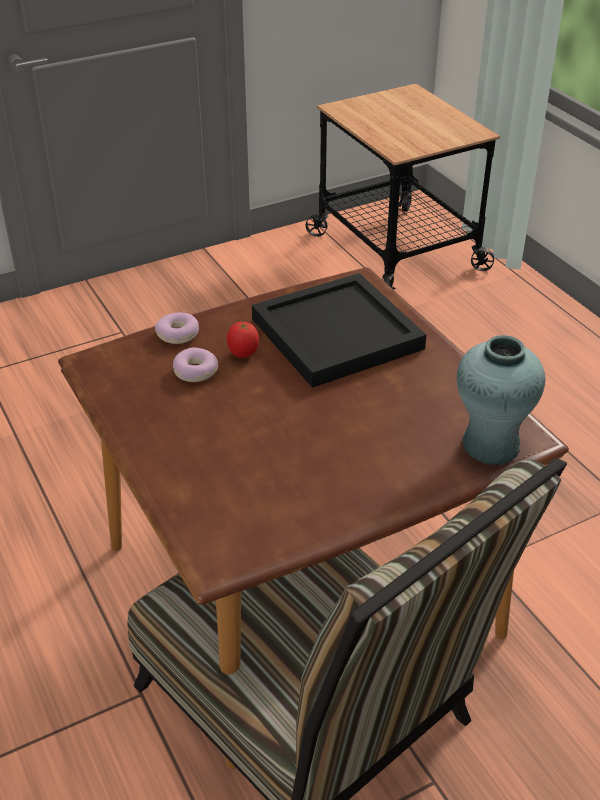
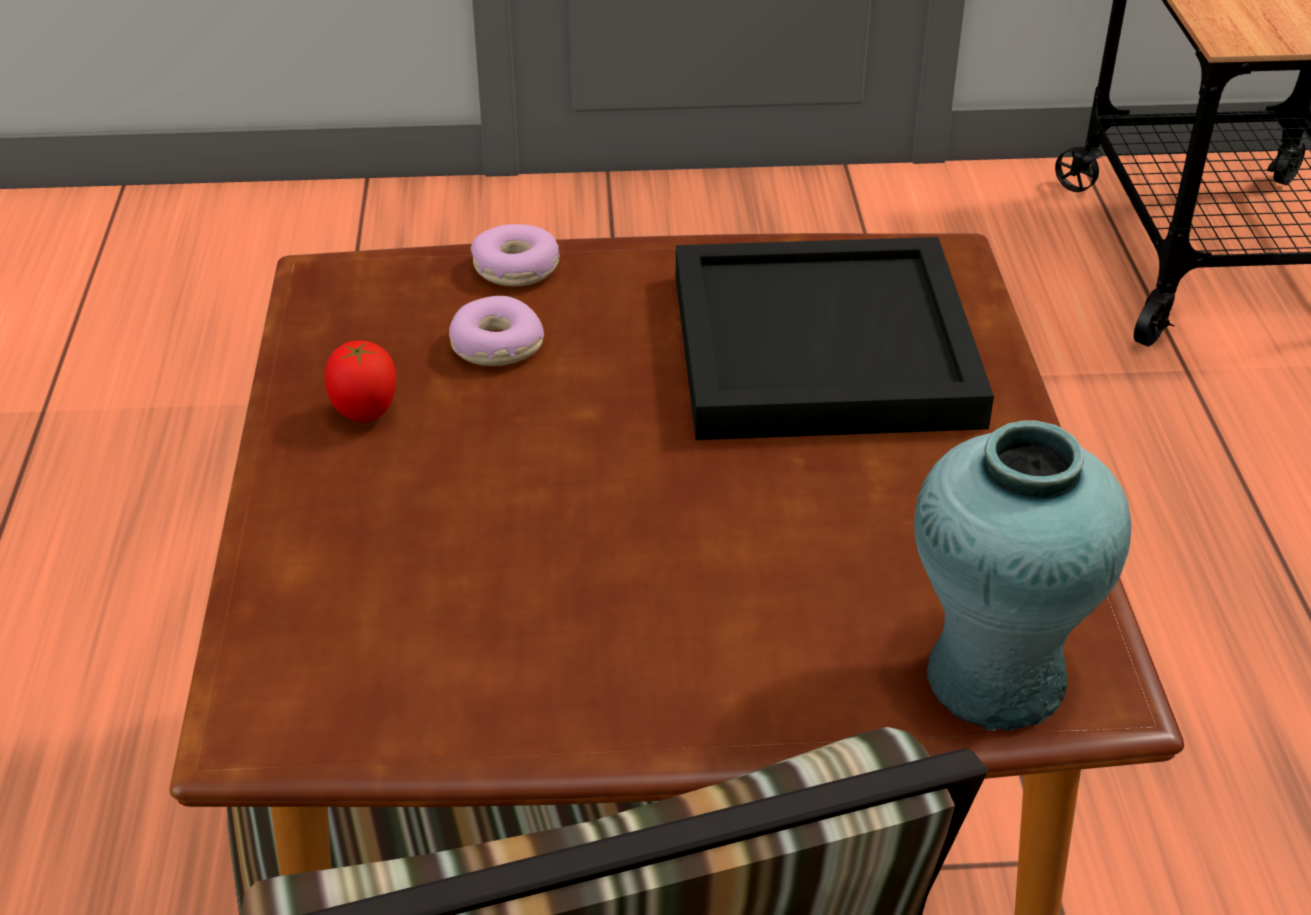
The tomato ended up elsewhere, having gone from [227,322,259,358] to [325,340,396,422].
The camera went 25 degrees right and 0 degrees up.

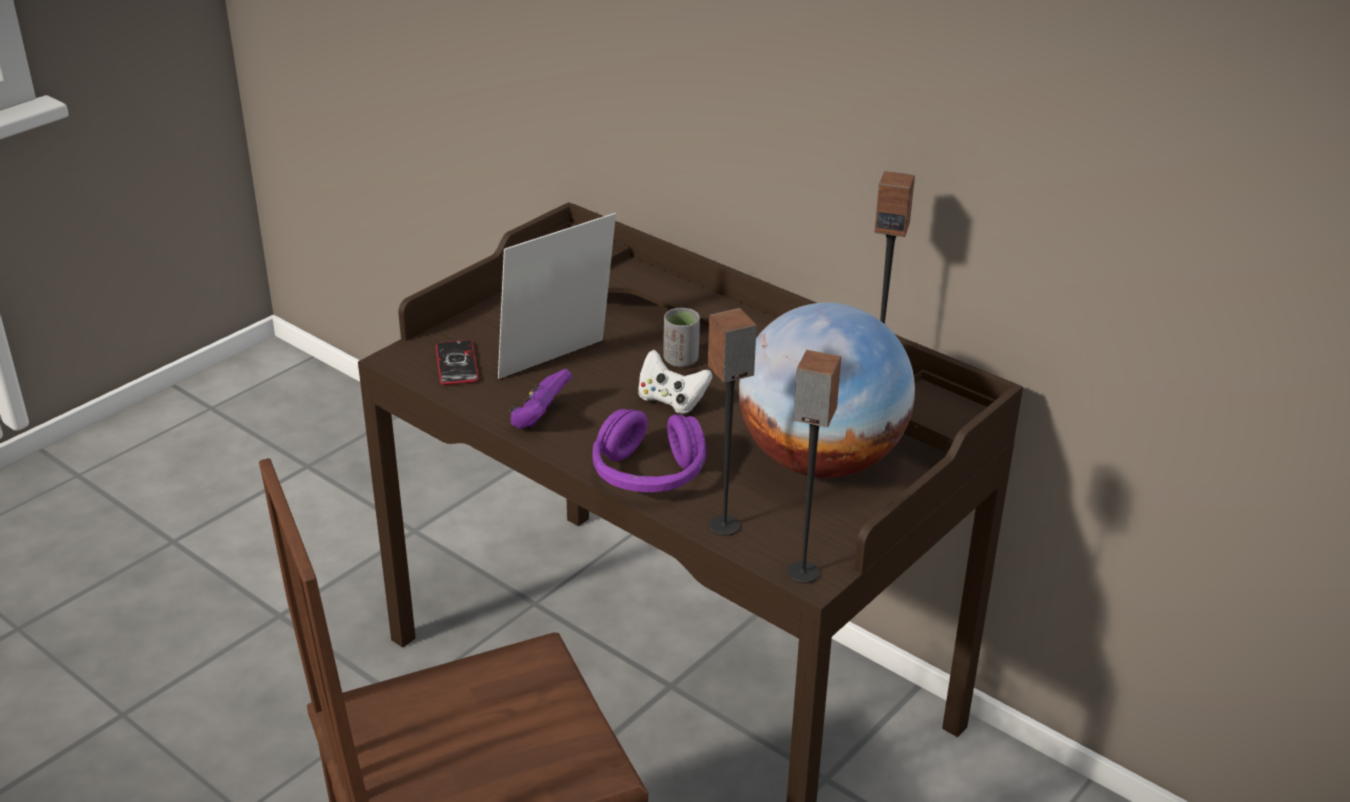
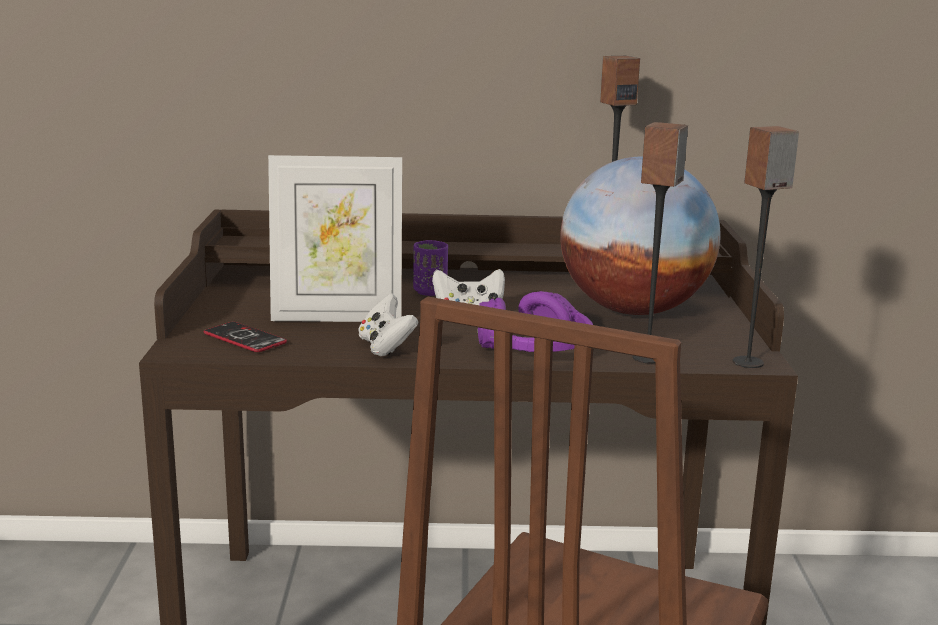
What was the purple game controller at [509,369,572,429] turned into the white game controller at [358,294,419,356].
What was the grey cup at [663,308,700,367] turned into the purple cup at [413,240,448,296].
The picture frame at [498,213,616,379] ended up facing another way, 105 degrees counterclockwise from before.
The camera went 40 degrees left and 15 degrees down.

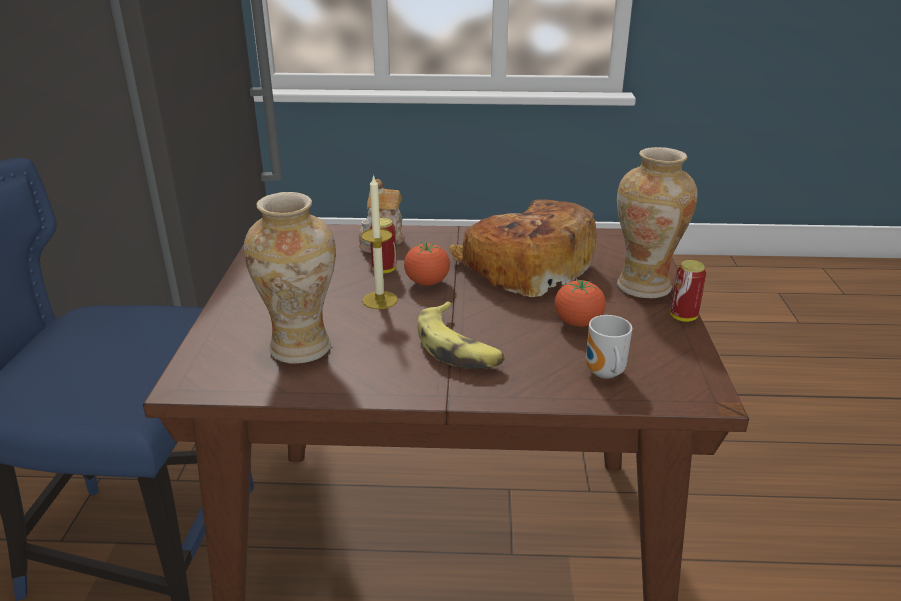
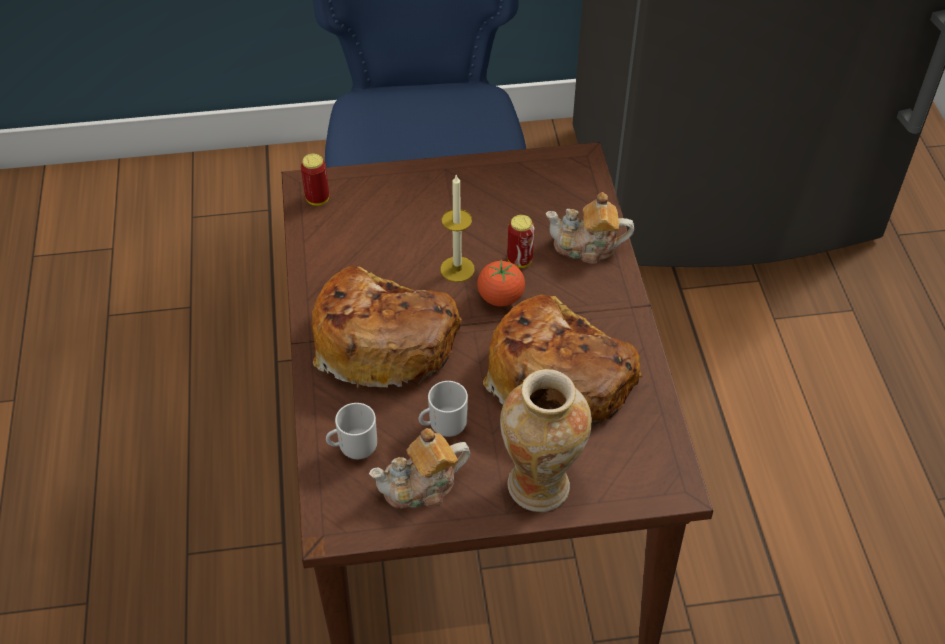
The second view lost the vase at [244,192,336,364].
The second view gained the teapot at [369,428,470,509].
The can ended up elsewhere, having gone from [670,260,706,322] to [301,154,329,206].
Where the banana stood at [417,301,505,369], the bread came to stand at [312,266,462,387].
Where the tomato stood at [555,280,606,327], the mug came to stand at [419,381,468,437].
The camera went 80 degrees right and 20 degrees up.

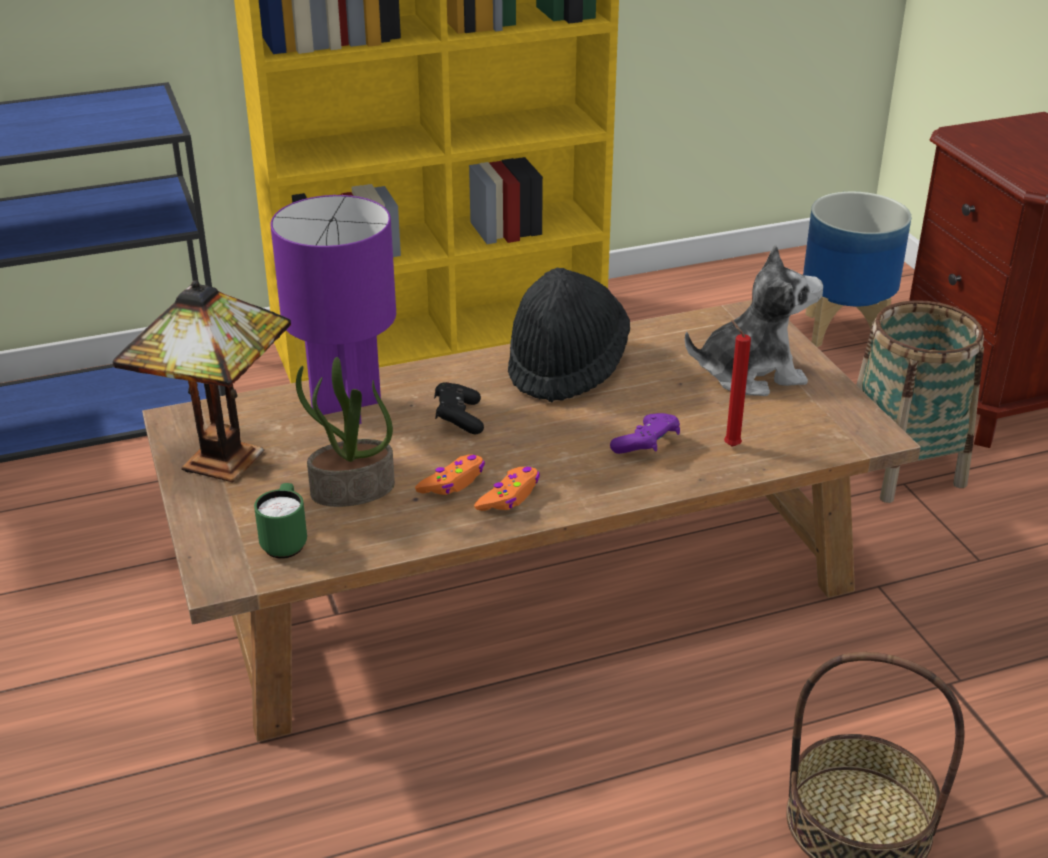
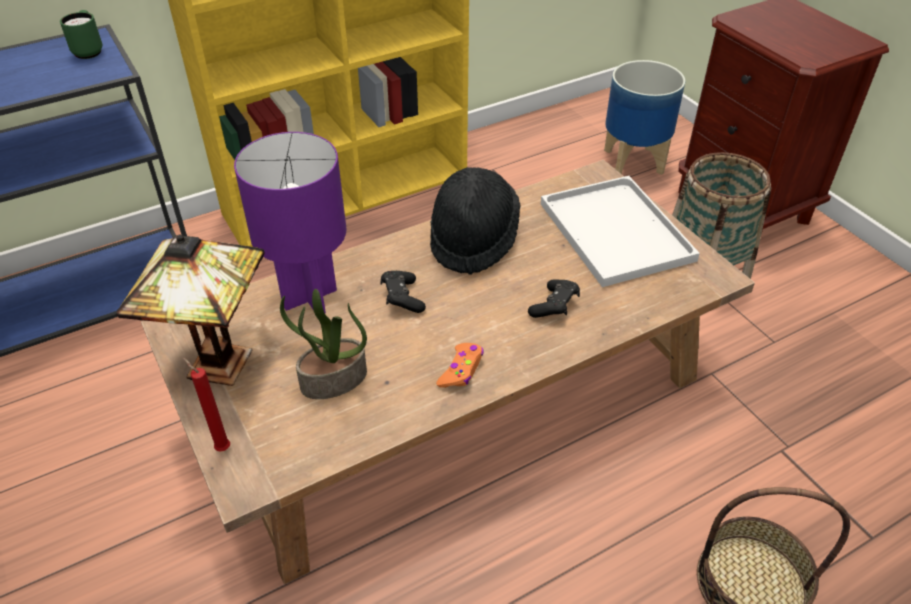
The second view lost the orange game controller at [415,455,485,495].
The green mug ended up elsewhere, having gone from [254,483,307,559] to [60,10,102,59].
The red candle ended up elsewhere, having gone from [724,320,751,447] to [183,358,230,452].
Where the plush toy stood at [685,244,823,396], the white tray came to stand at [541,176,700,287].
What was the purple game controller at [610,413,680,454] turned into the black game controller at [528,280,580,318].
The camera went 10 degrees left and 10 degrees up.

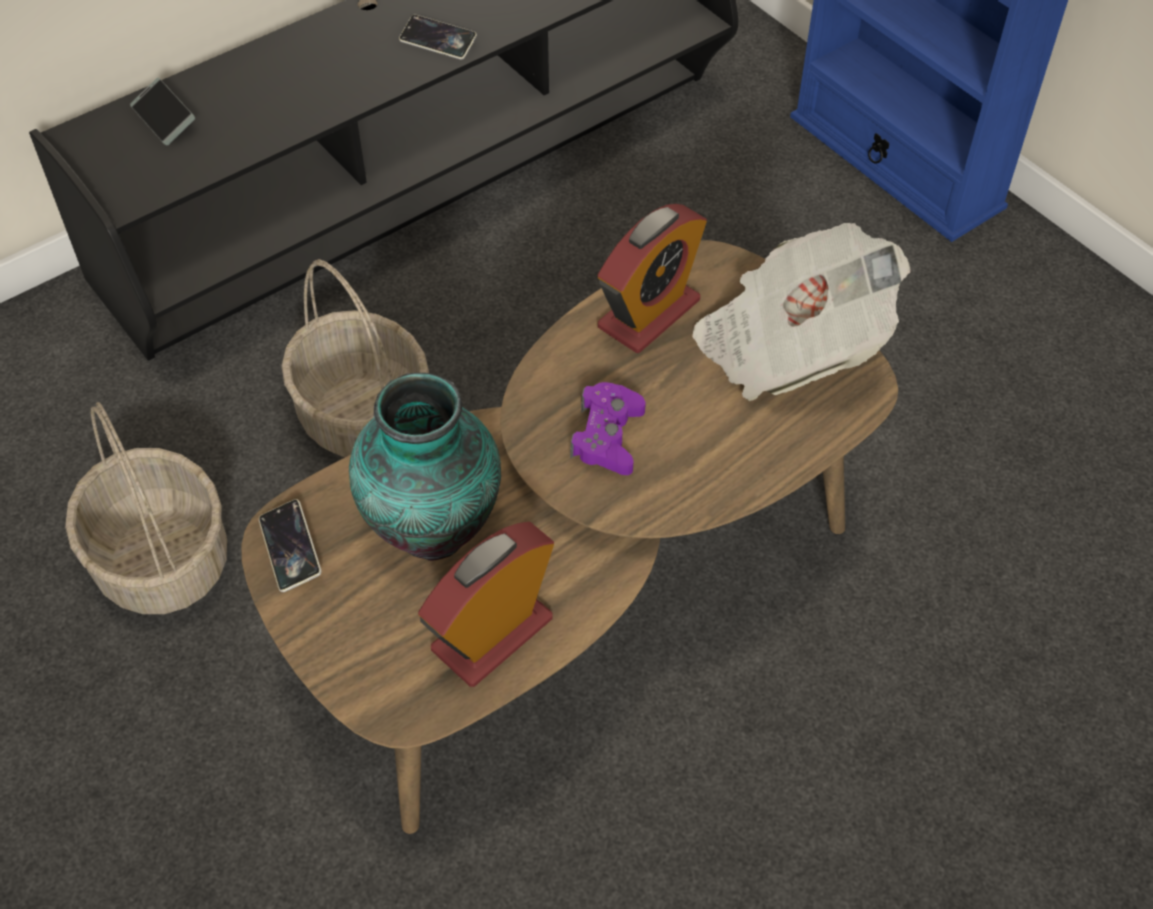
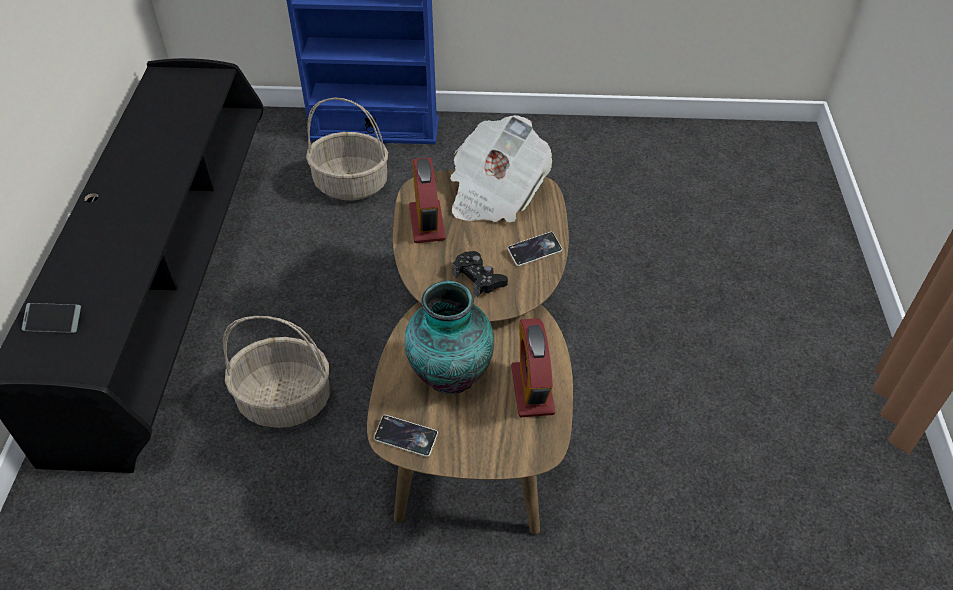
The basket ended up elsewhere, having gone from [65,402,227,614] to [306,98,388,201].
The phone ended up elsewhere, having gone from [399,14,477,59] to [507,232,562,266].
What was the purple game controller at [570,382,646,475] turned into the black game controller at [452,251,508,297].
The camera went 50 degrees left and 5 degrees down.

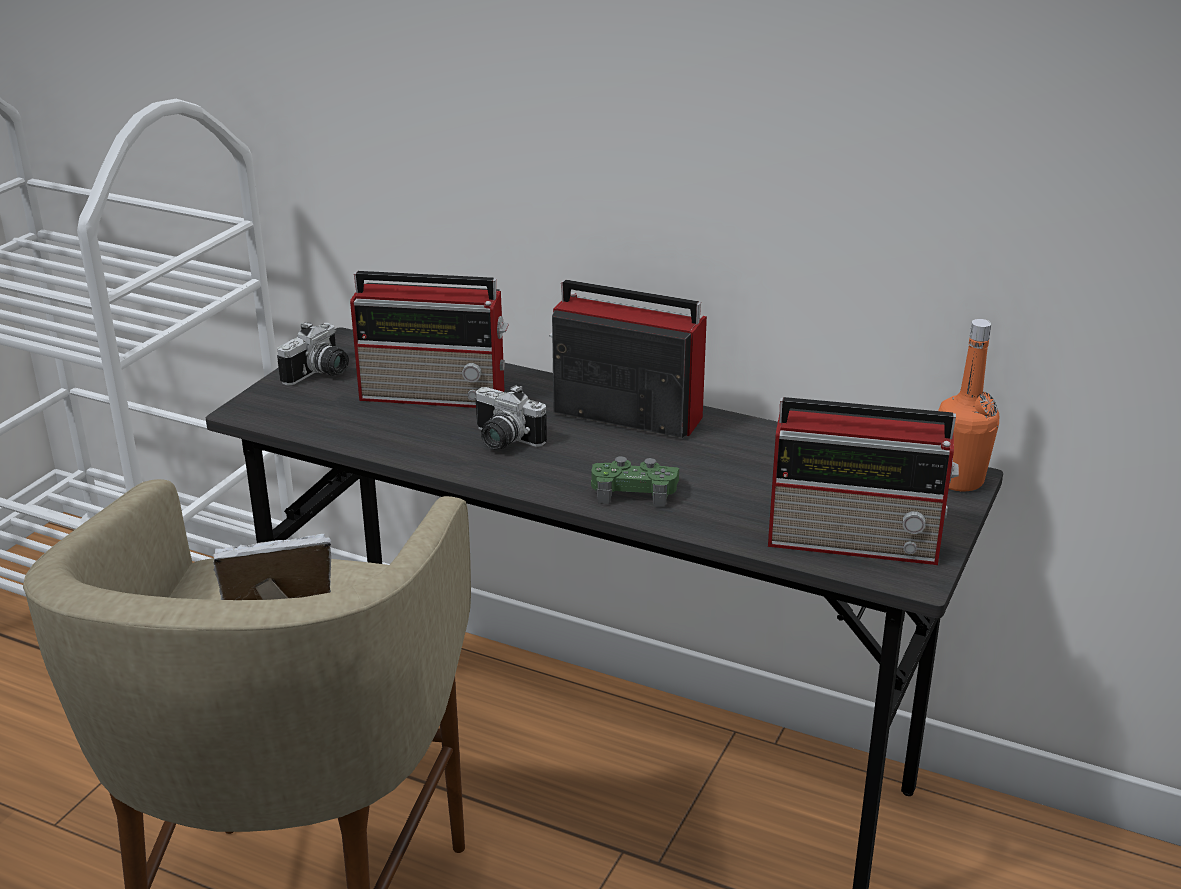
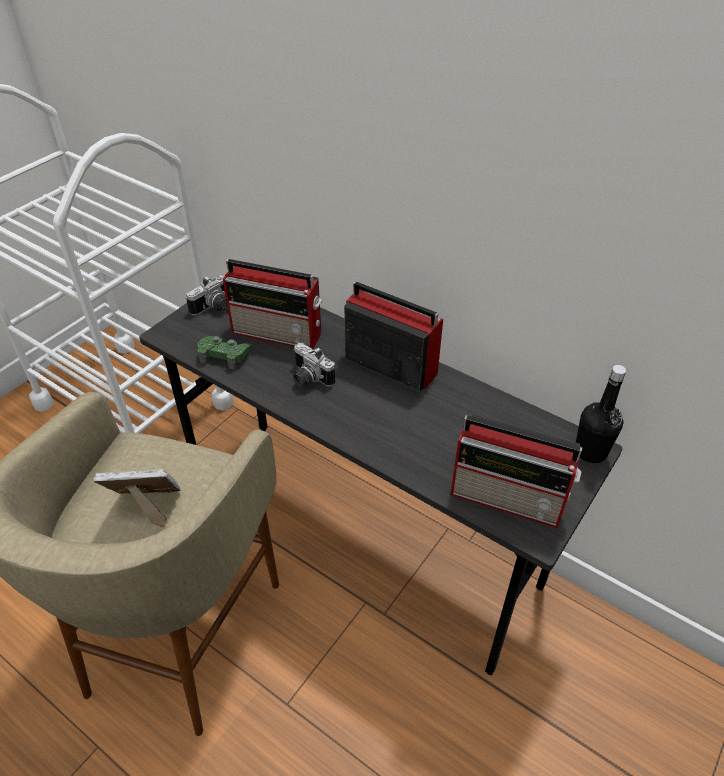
The green game controller ended up elsewhere, having gone from [591,456,679,507] to [197,336,252,370].
What was the orange bottle at [938,319,999,491] turned into the black bottle at [576,365,626,463].
The camera went 10 degrees right and 15 degrees up.

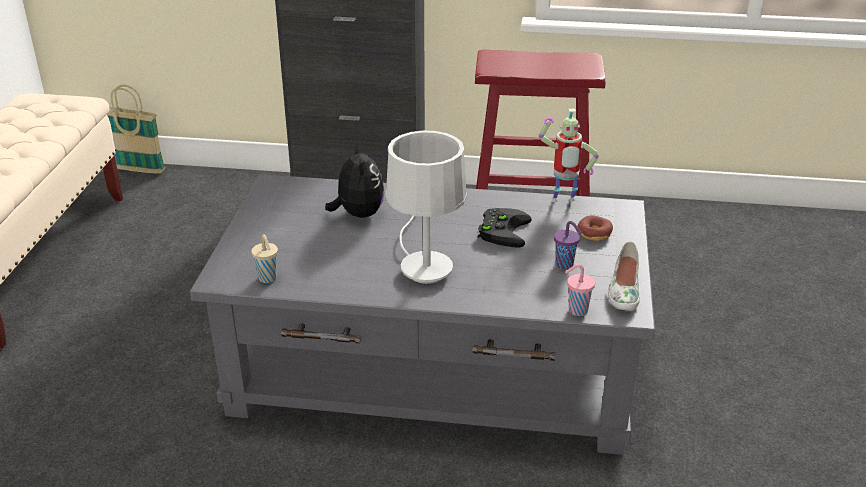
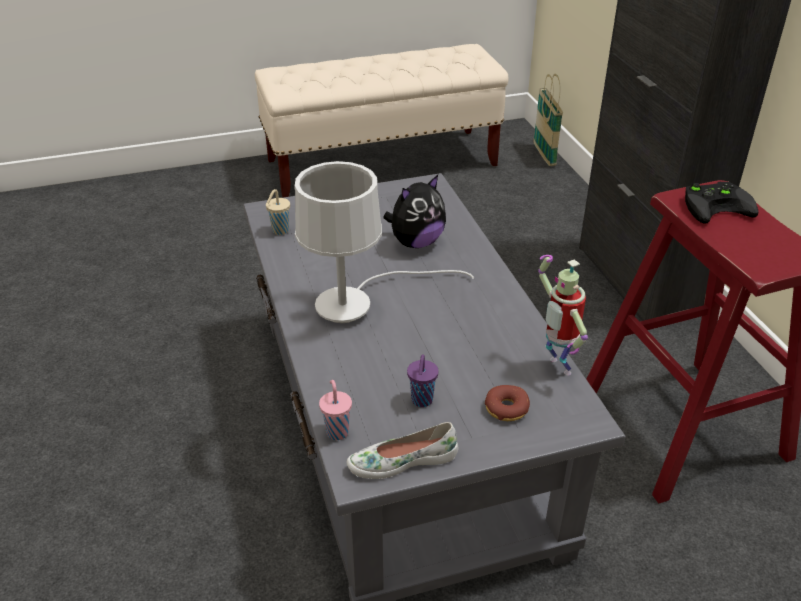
The black game controller ended up elsewhere, having gone from [478,208,531,247] to [685,182,758,224].
The camera went 65 degrees right and 5 degrees up.

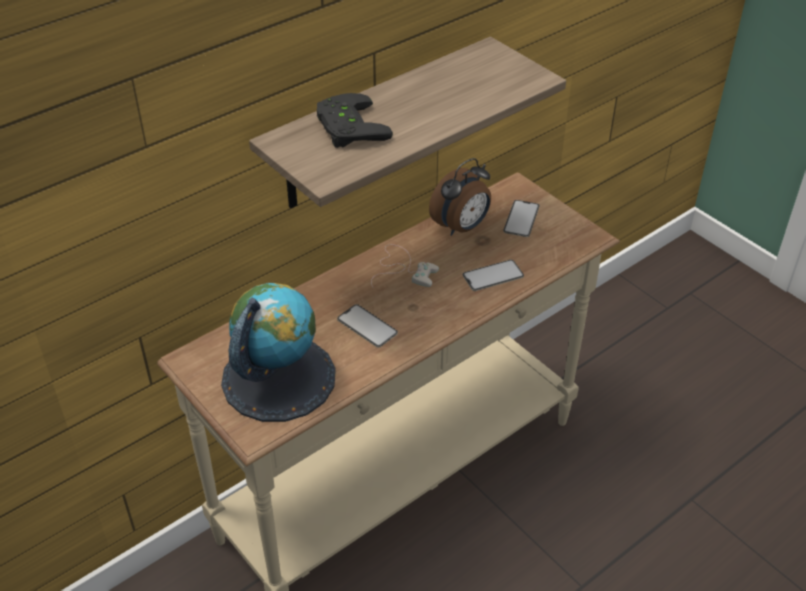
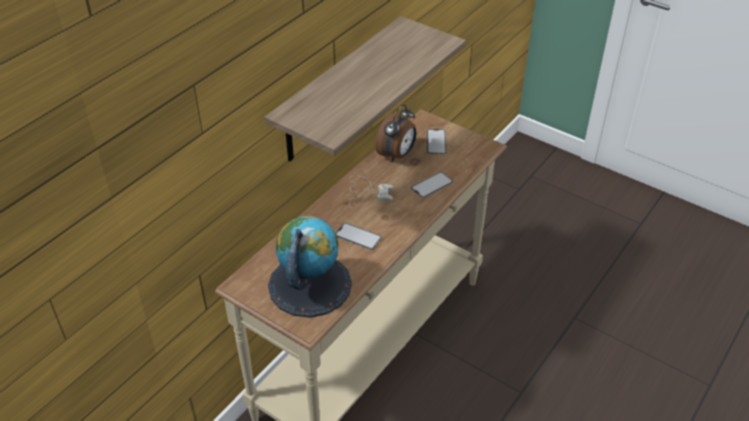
The second view lost the black game controller at [316,93,393,148].
The camera went 15 degrees left and 0 degrees up.

